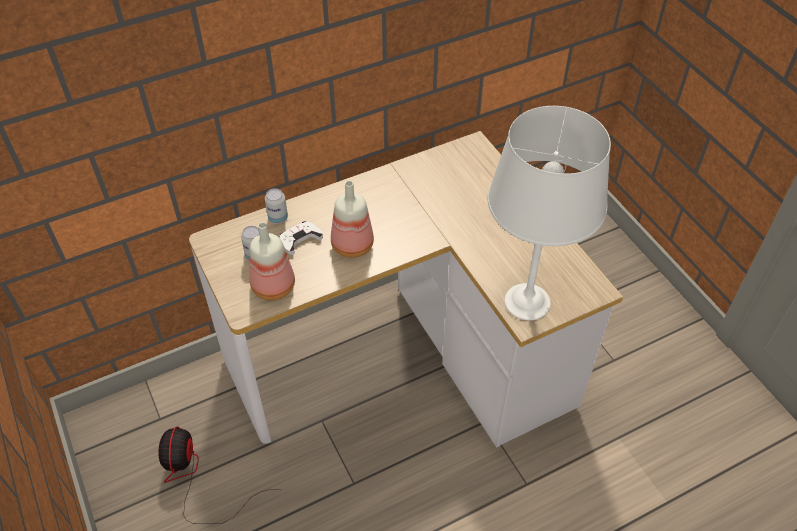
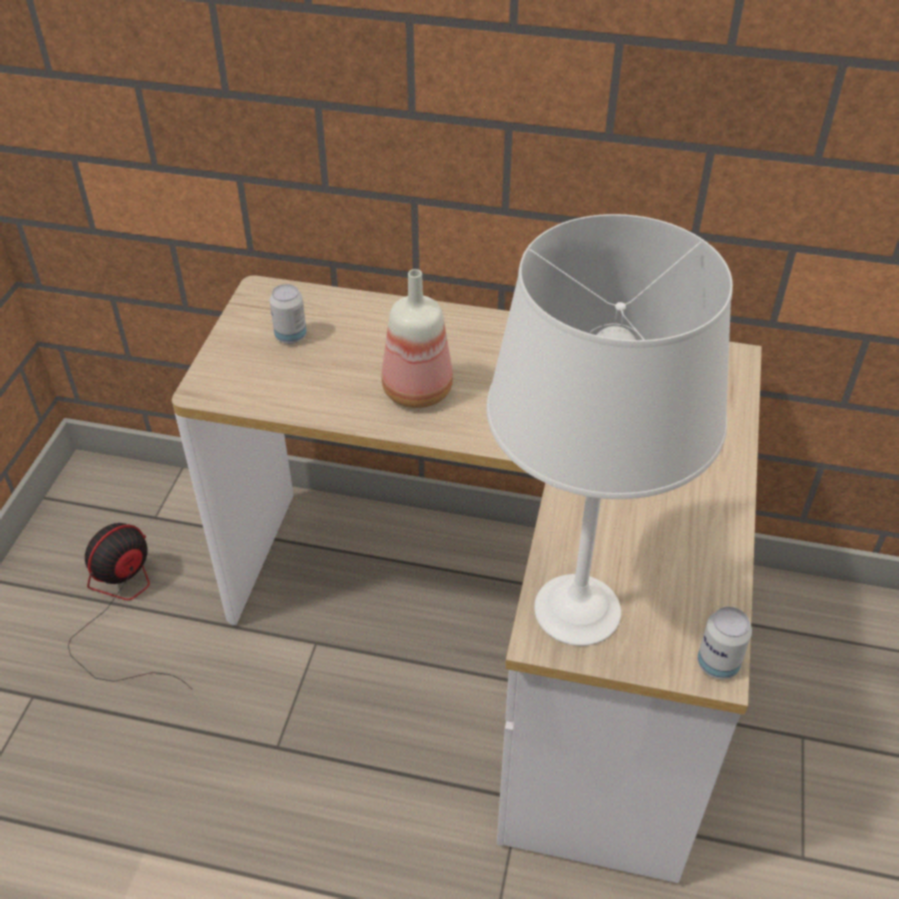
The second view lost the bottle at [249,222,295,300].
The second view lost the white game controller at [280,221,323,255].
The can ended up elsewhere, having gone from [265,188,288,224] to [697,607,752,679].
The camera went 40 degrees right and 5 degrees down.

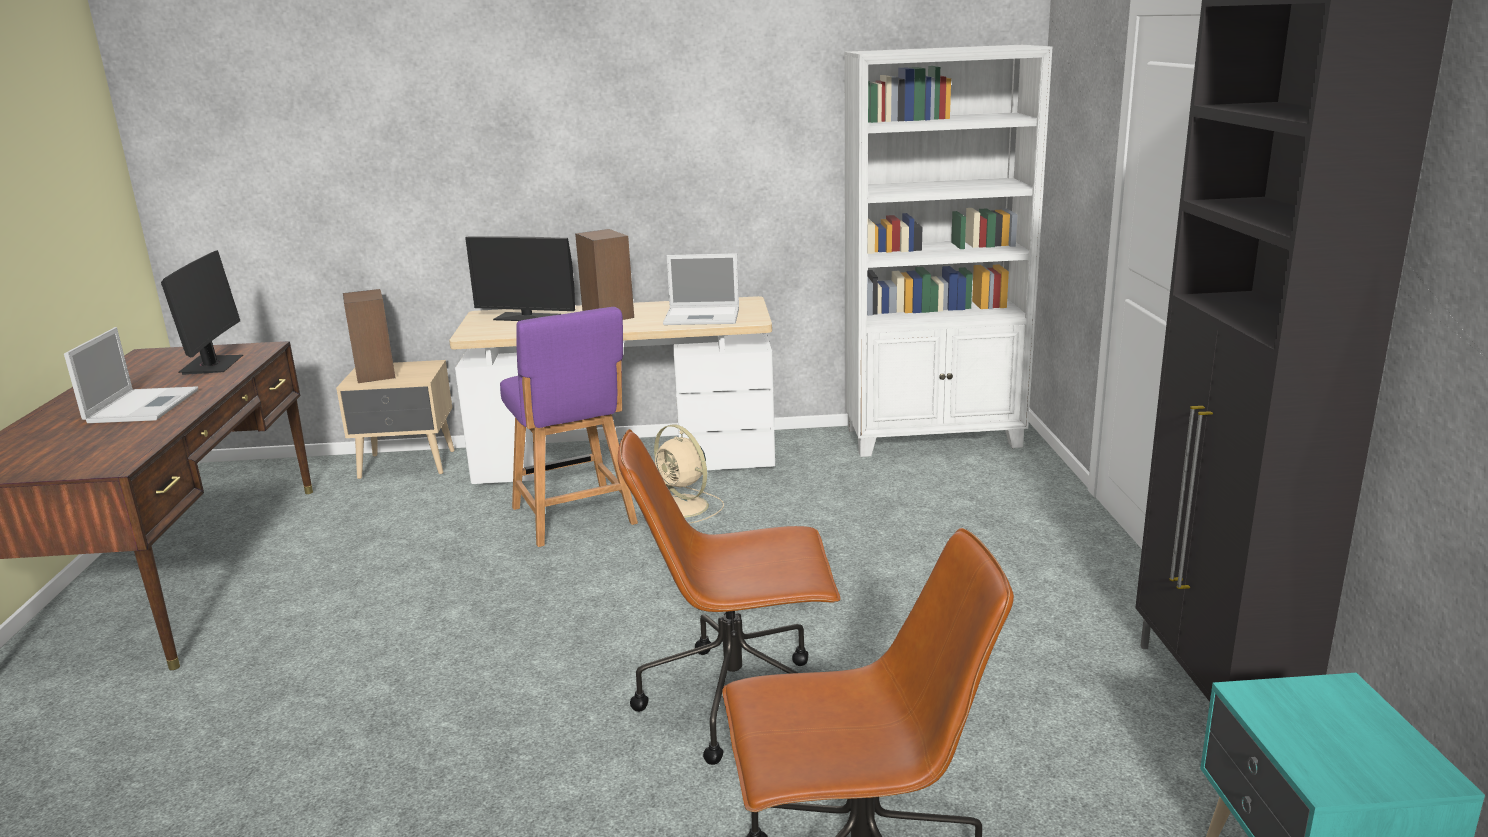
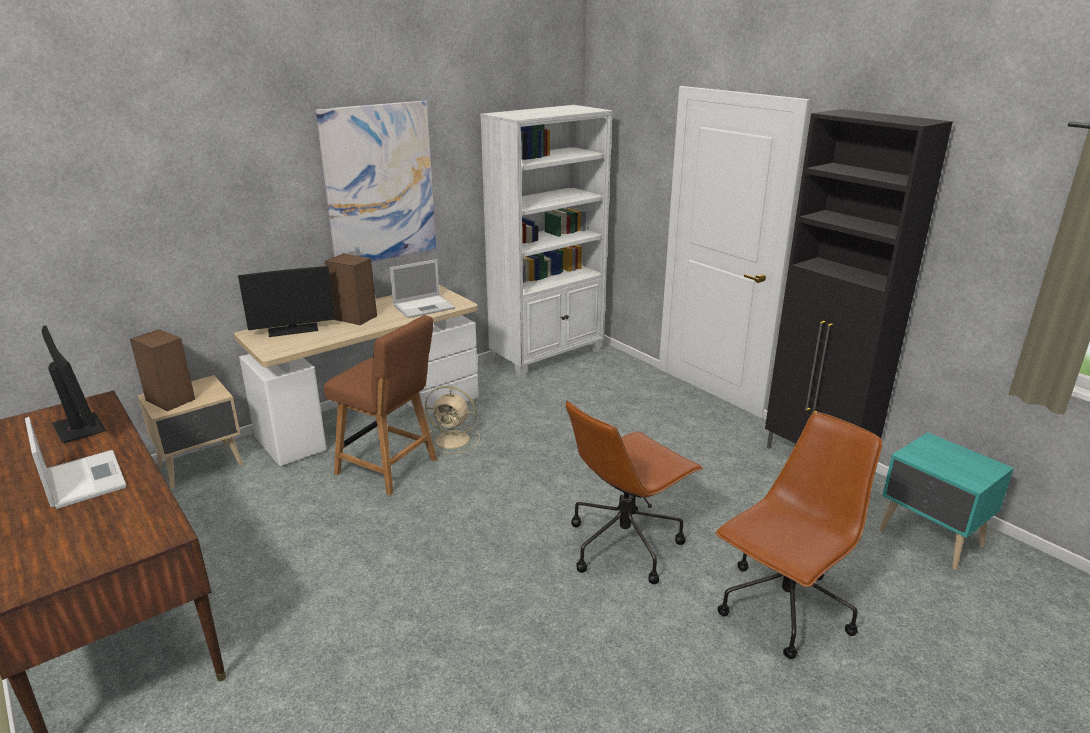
The second view gained the picture at [316,101,436,261].
What was the purple chair at [500,307,638,547] turned into the brown chair at [324,315,437,495].
The camera went 35 degrees left and 5 degrees up.

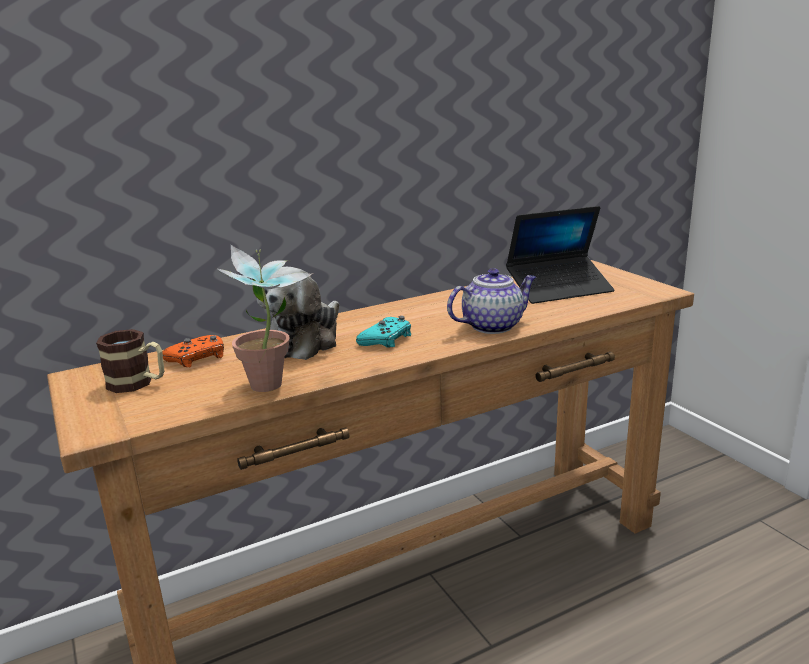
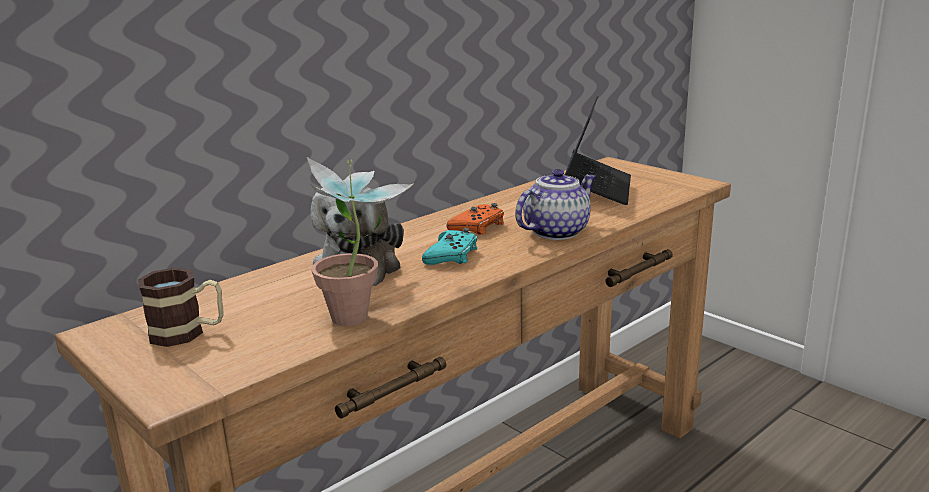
The orange game controller ended up elsewhere, having gone from [163,335,224,367] to [446,203,504,235].
The laptop at [506,206,614,304] ended up facing another way, 45 degrees counterclockwise from before.
The camera went 15 degrees left and 0 degrees up.

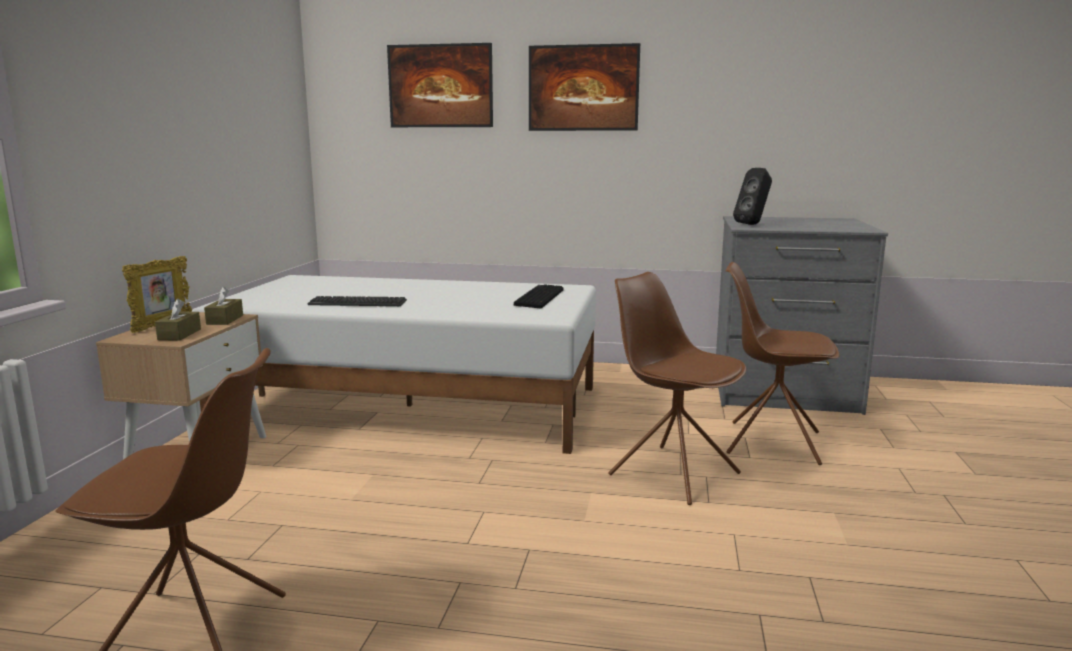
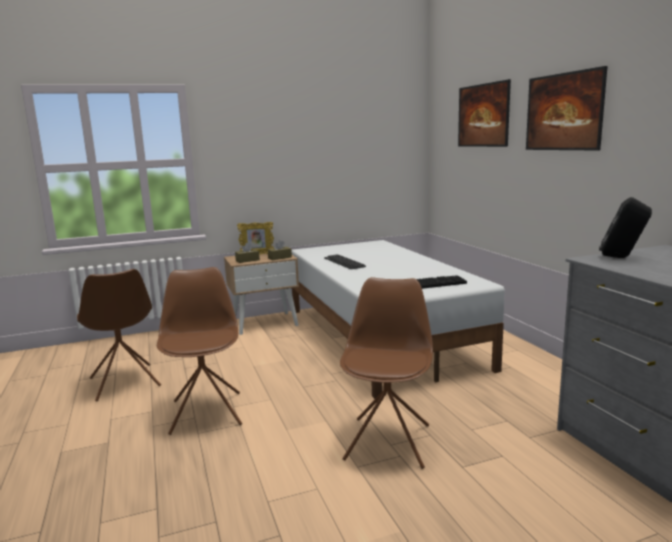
The brown chair ended up elsewhere, having gone from [725,262,840,465] to [157,267,242,435].
The camera went 60 degrees right and 0 degrees up.

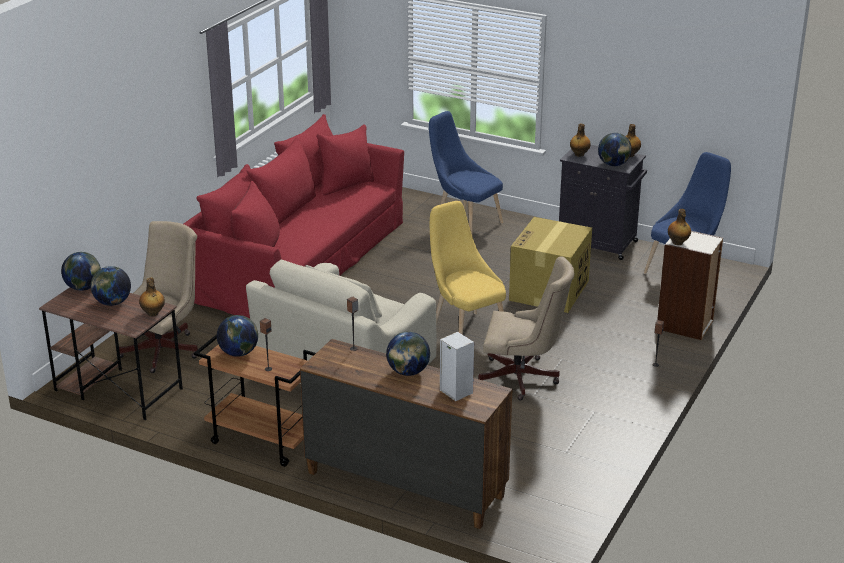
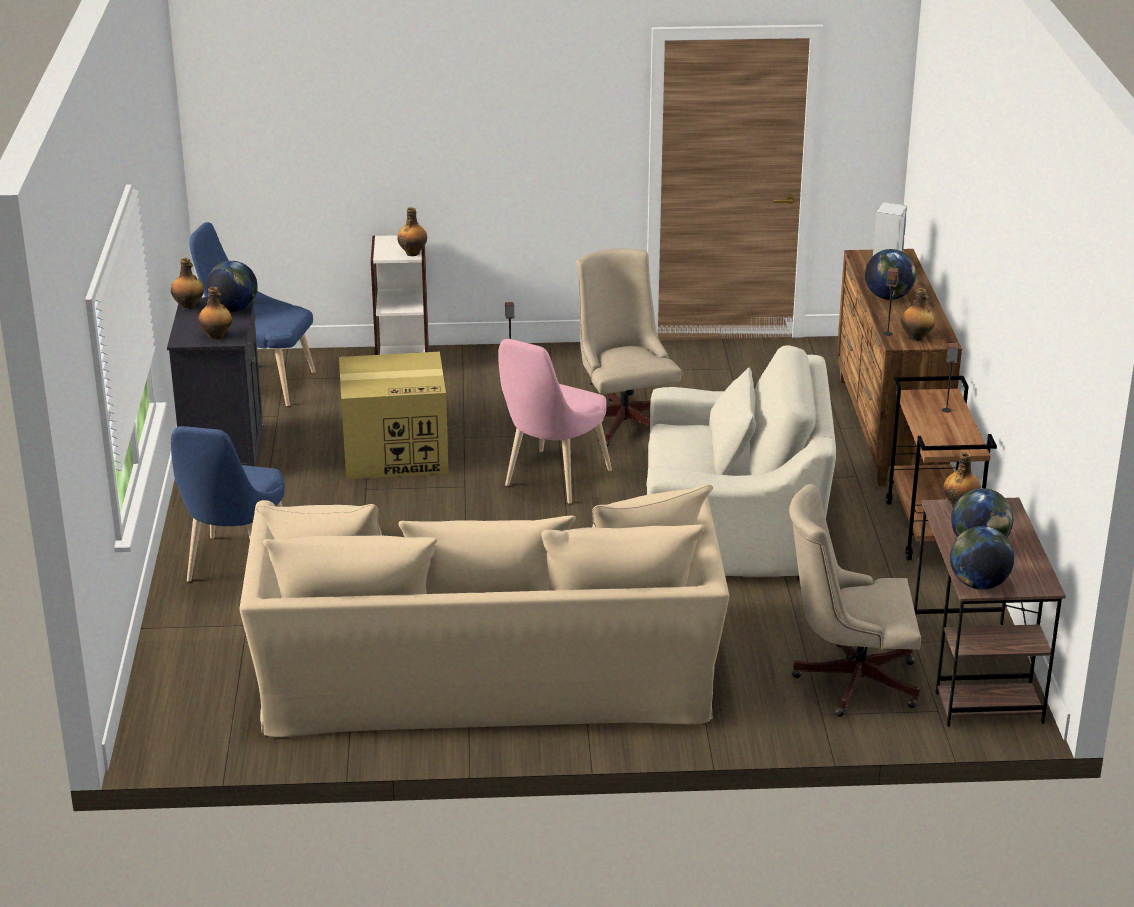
The second view lost the globe at [217,315,258,357].
The second view gained the bottle at [901,288,935,341].
What was the red sofa at [183,114,404,319] turned into the beige sofa at [239,485,730,737].
What was the yellow chair at [430,201,506,335] turned into the pink chair at [498,339,612,504].
The camera went 120 degrees left and 0 degrees up.

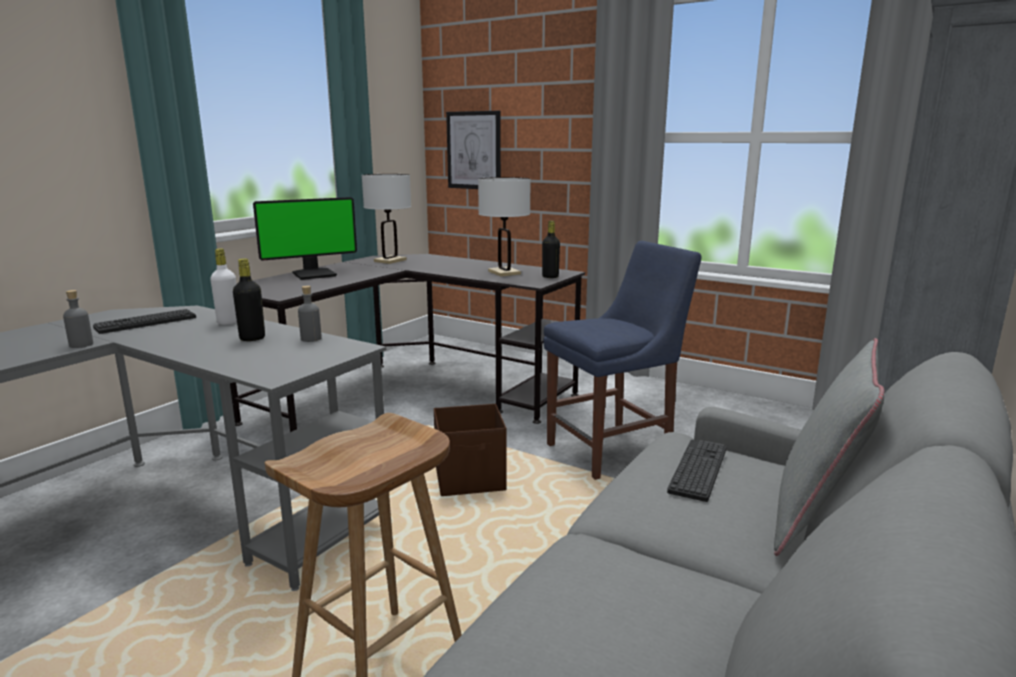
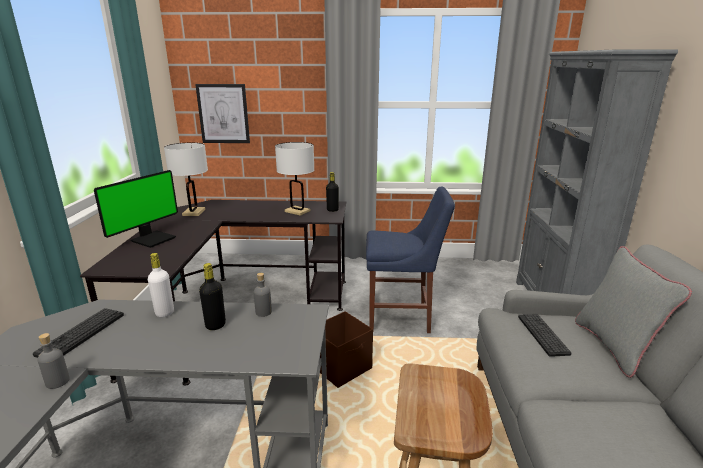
The blue chair at [543,241,702,480] ended up facing another way, 60 degrees clockwise from before.
The camera went 30 degrees left and 5 degrees up.

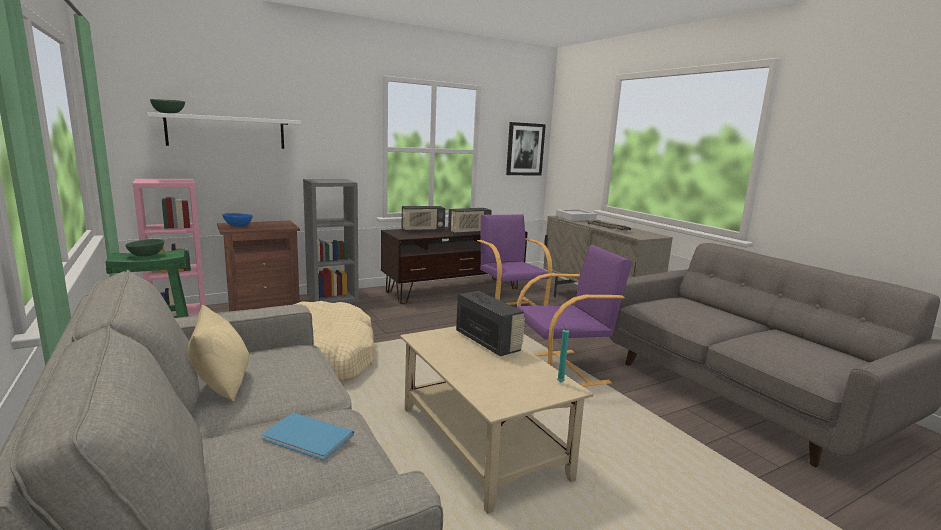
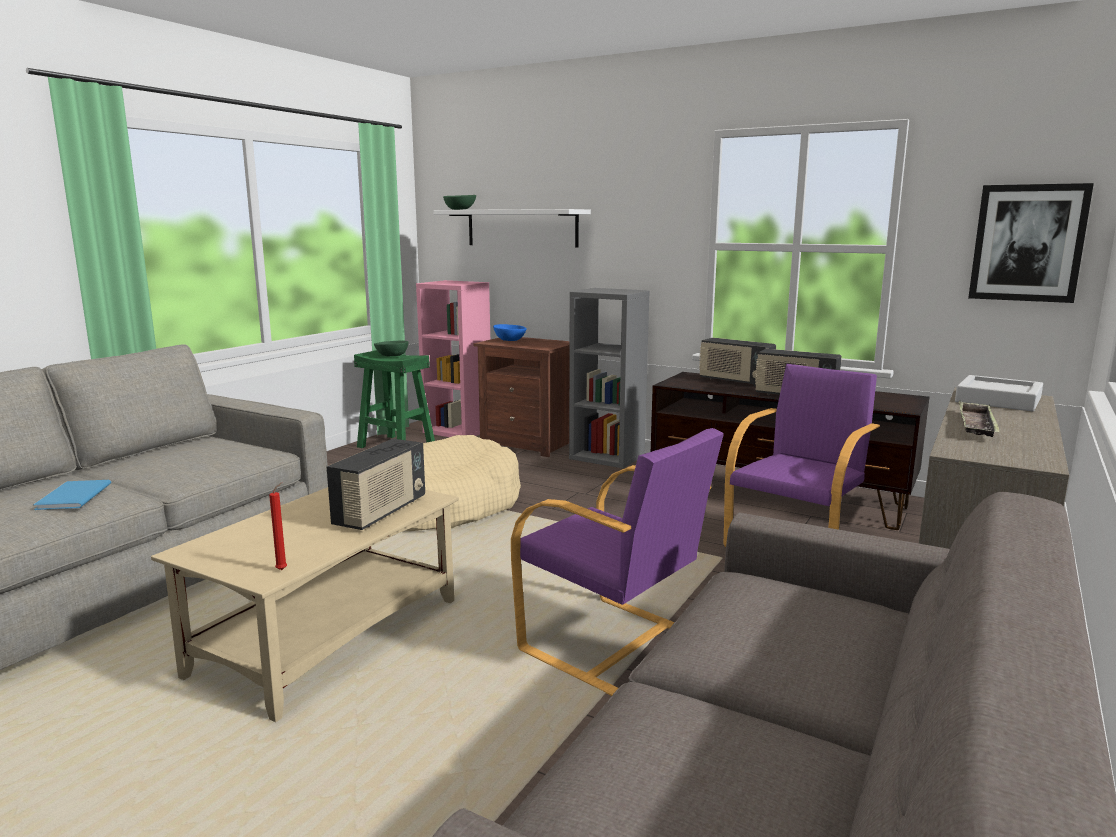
The second view lost the beige pillow at [188,305,249,401].
What was the turquoise candle at [557,323,569,383] turned into the red candle at [269,482,287,570].
The camera went 60 degrees right and 0 degrees up.

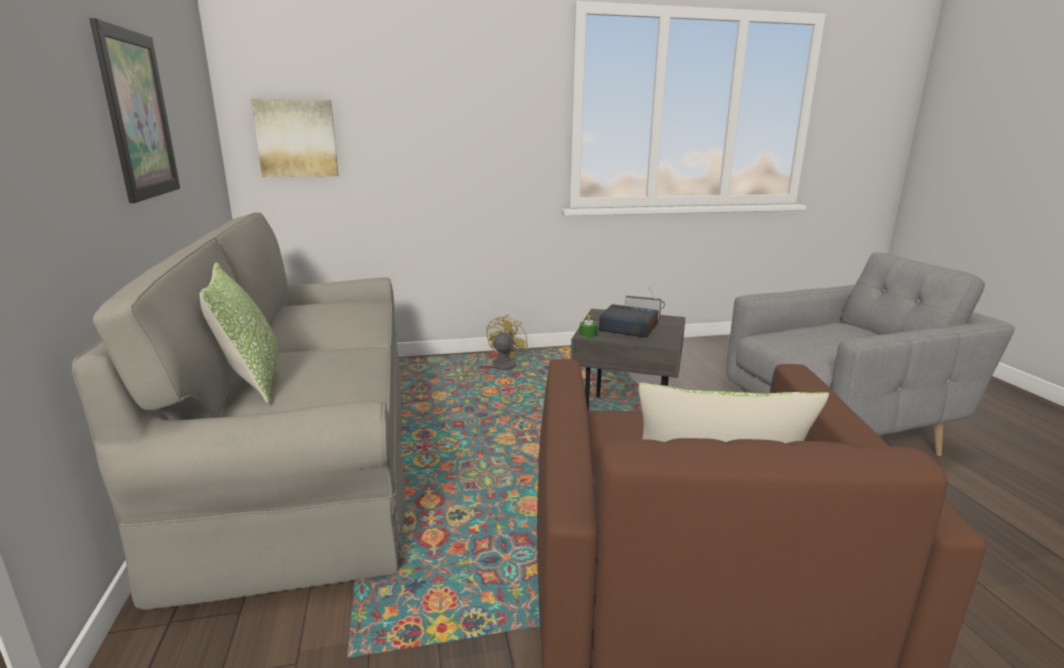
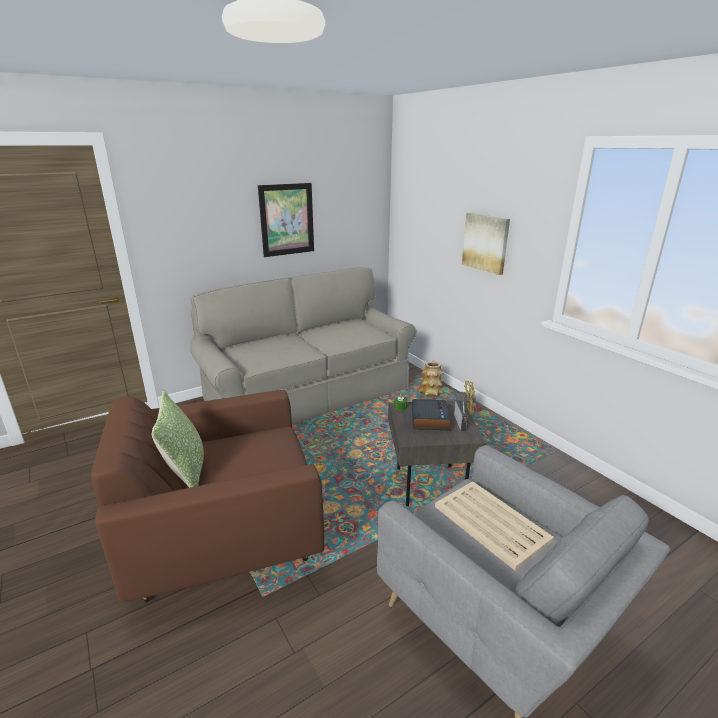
The second view lost the pillow at [200,262,278,404].
The second view gained the vase at [418,361,445,397].
The second view gained the beige tray at [435,481,554,571].
The picture ended up elsewhere, having gone from [251,99,339,177] to [462,213,510,275].
The camera went 70 degrees right and 5 degrees up.

